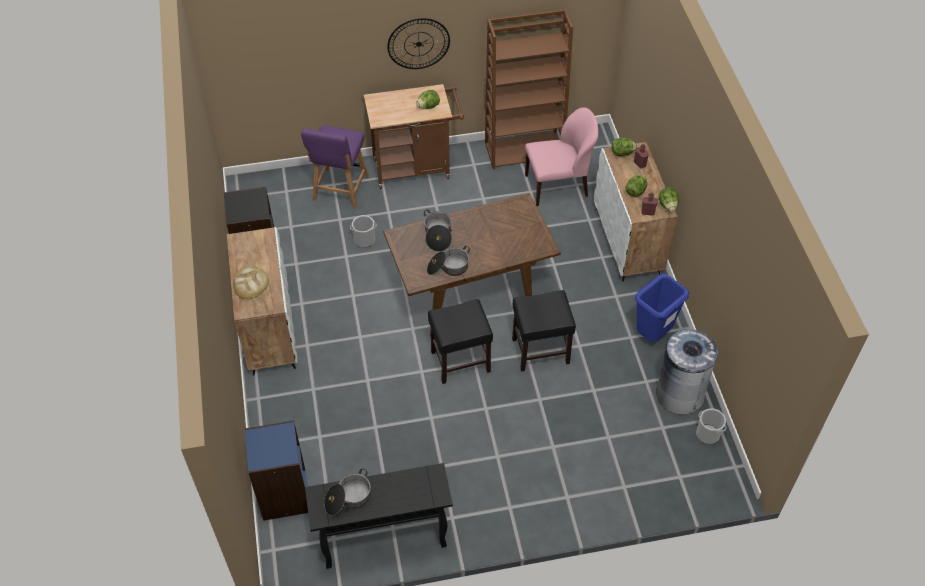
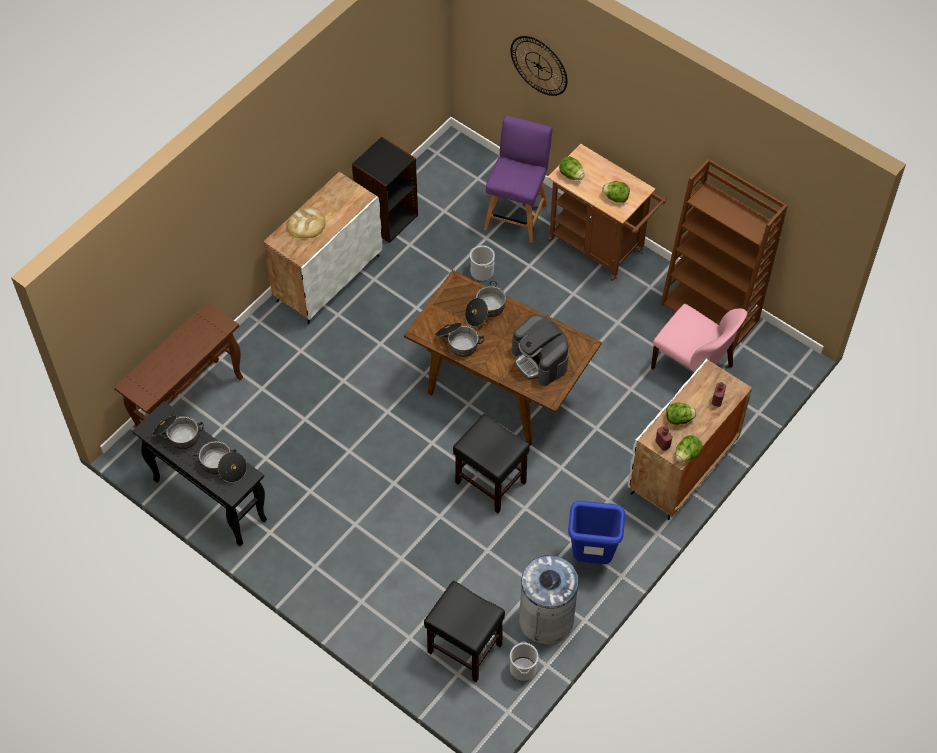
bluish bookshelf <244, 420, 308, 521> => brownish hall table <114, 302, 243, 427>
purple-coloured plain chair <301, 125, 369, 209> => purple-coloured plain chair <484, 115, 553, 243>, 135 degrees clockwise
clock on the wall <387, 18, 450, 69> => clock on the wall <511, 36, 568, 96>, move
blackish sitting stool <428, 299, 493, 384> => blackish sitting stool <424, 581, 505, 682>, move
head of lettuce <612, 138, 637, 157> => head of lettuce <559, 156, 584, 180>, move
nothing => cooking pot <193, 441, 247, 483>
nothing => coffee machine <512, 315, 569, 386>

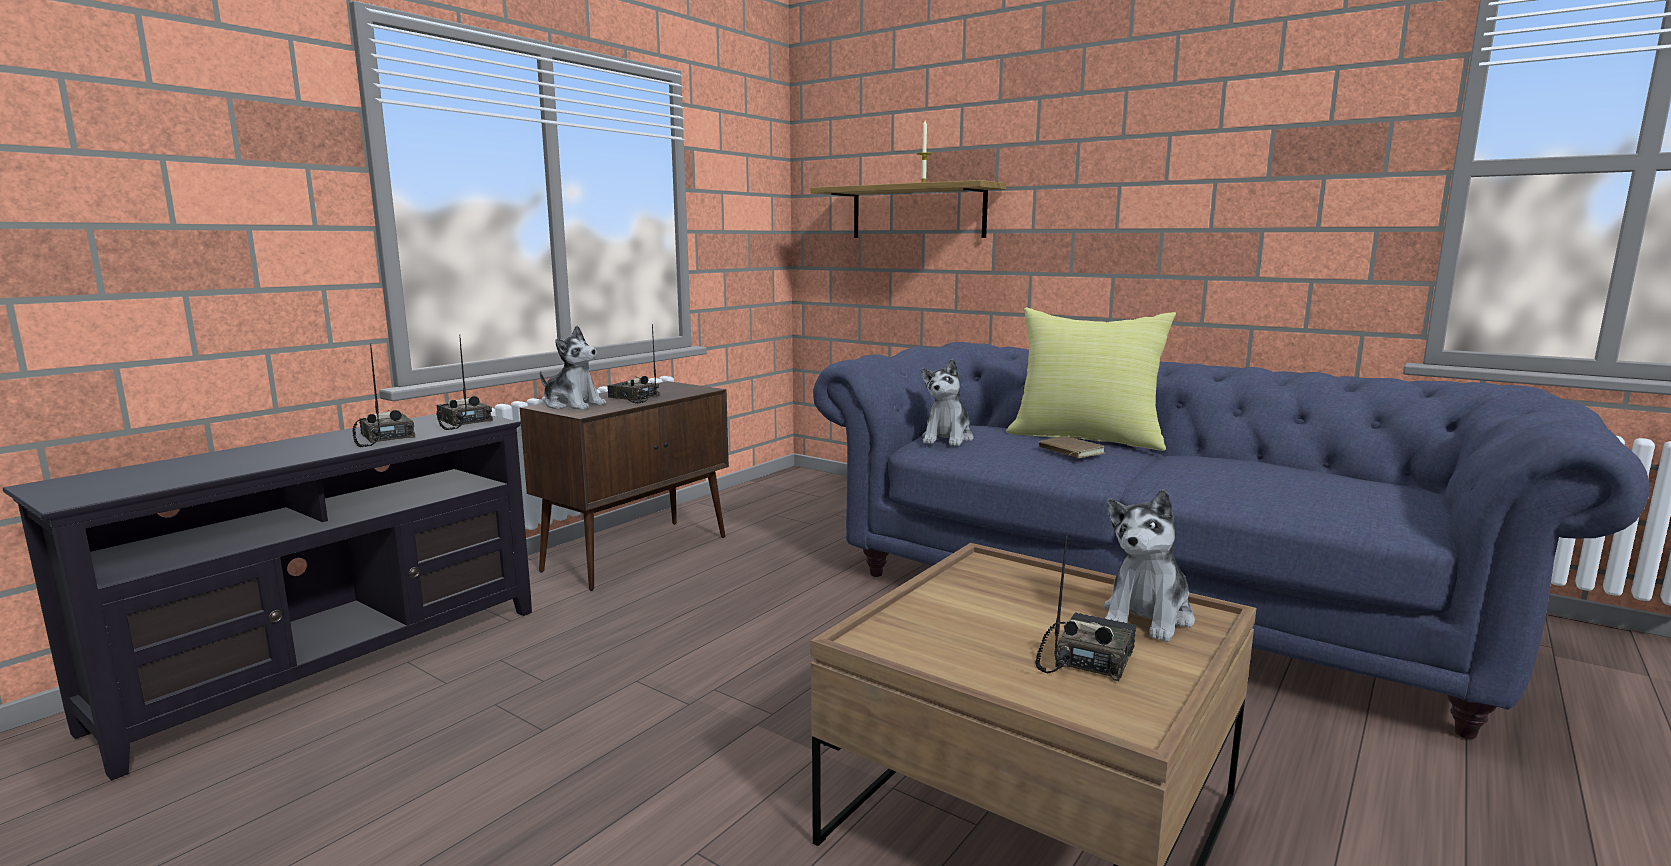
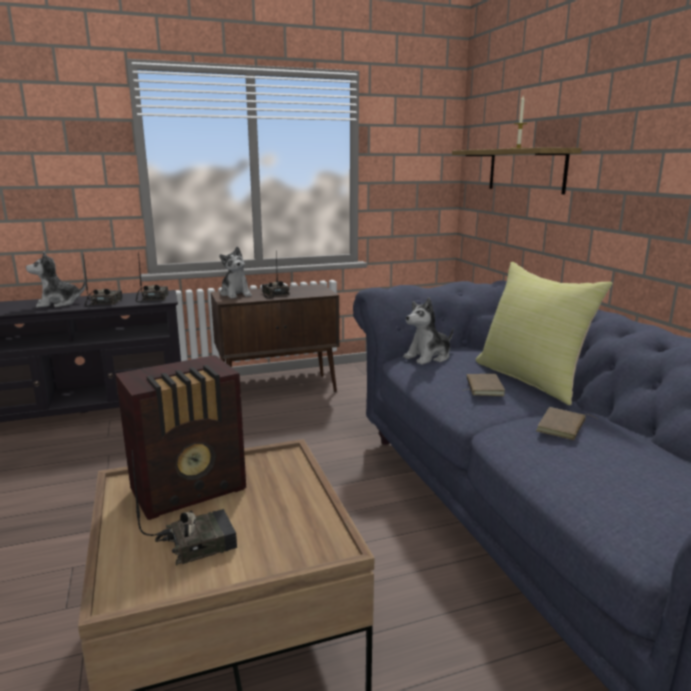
cuddly toy <1104, 489, 1195, 642> => cuddly toy <26, 251, 86, 308>, move
nothing => radio <115, 355, 246, 520>
nothing => brownish volume <536, 407, 597, 440>

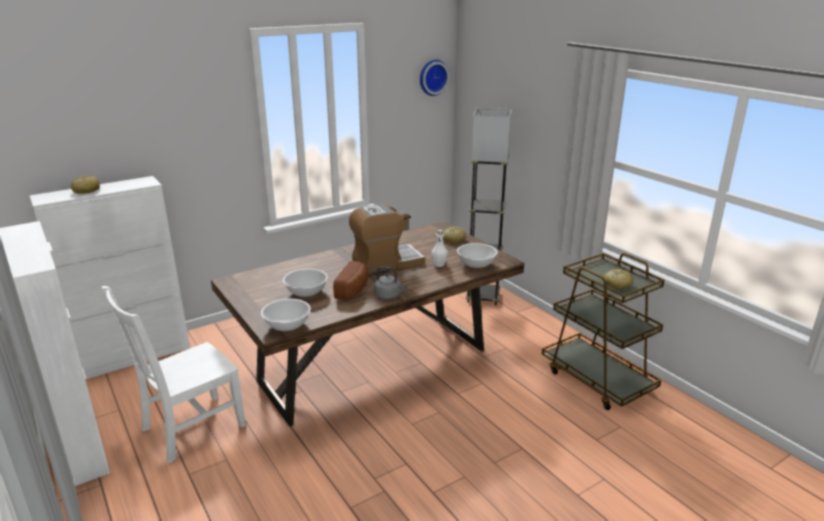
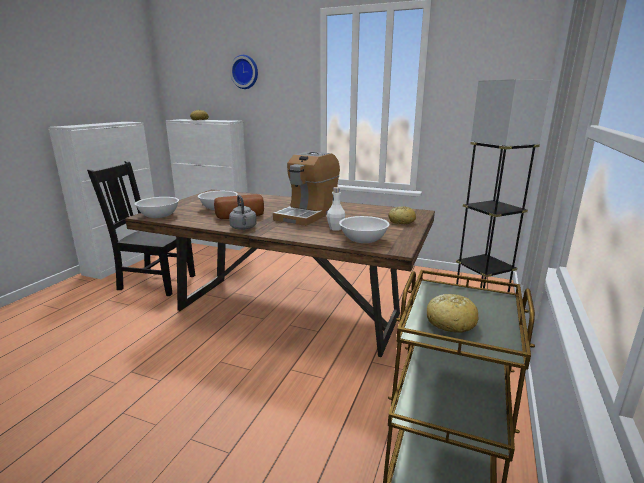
whitish plain chair <102, 286, 246, 463> => blackish plain chair <87, 161, 195, 296>
coffee machine <349, 204, 425, 275> => coffee machine <273, 152, 340, 226>, 90 degrees clockwise
clock on the wall <420, 60, 450, 96> => clock on the wall <230, 55, 258, 89>, move

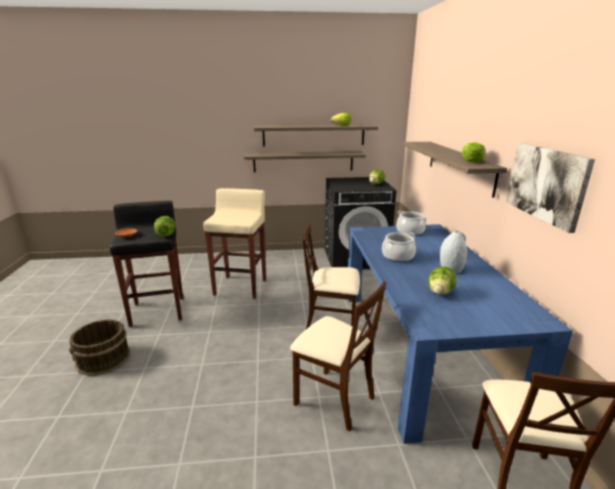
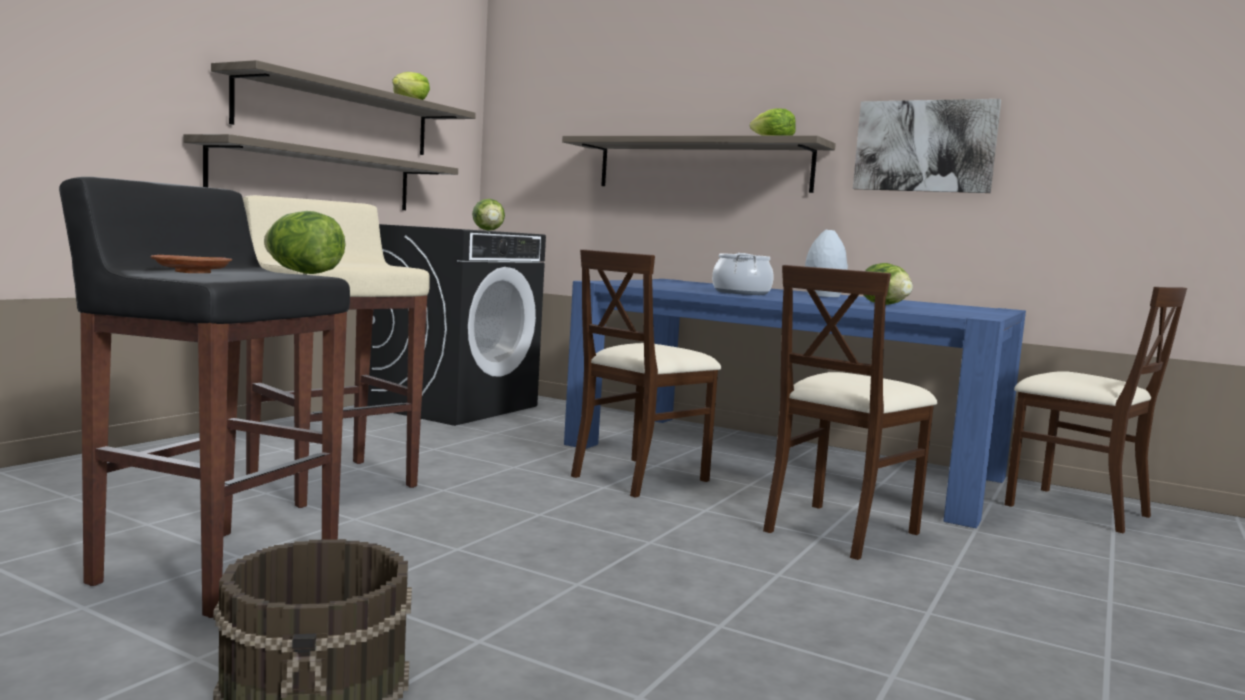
sand-coloured plain chair <290, 281, 386, 431> => sand-coloured plain chair <763, 265, 938, 560>, 150 degrees clockwise
cooking pot <396, 211, 427, 236> => nothing

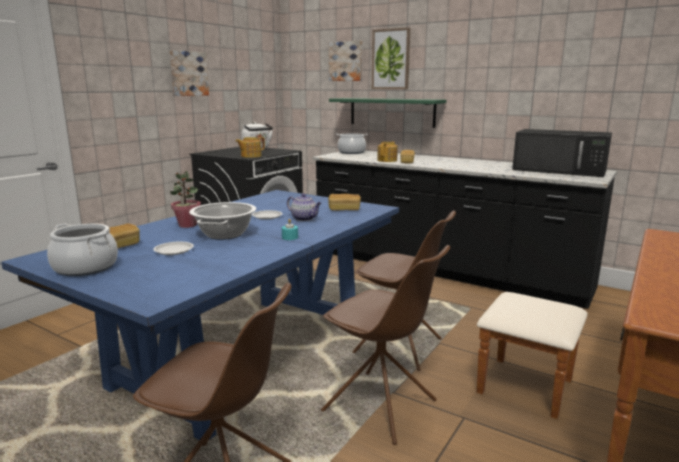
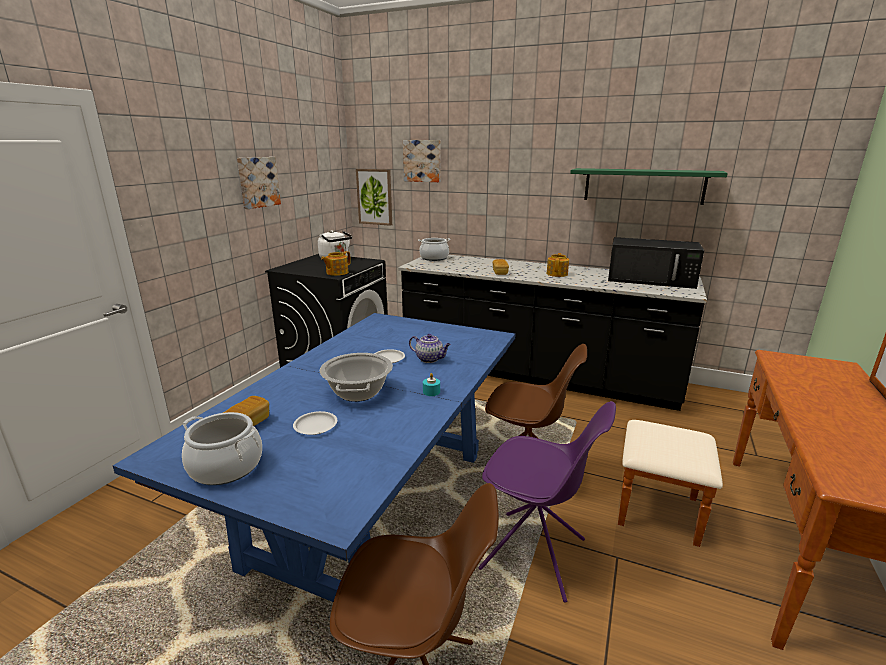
plant in a pot <170, 171, 201, 228> => nothing
brownish plain chair <321, 245, 450, 445> => purple-coloured plain chair <478, 401, 616, 603>
baked bread <328, 194, 361, 211> => nothing
greenish bracket shelf <329, 98, 446, 128> => greenish bracket shelf <570, 168, 728, 205>, move
picture <372, 27, 410, 89> => picture <356, 169, 392, 226>, move
tea pot <377, 141, 398, 162> => tea pot <547, 253, 569, 277>, move

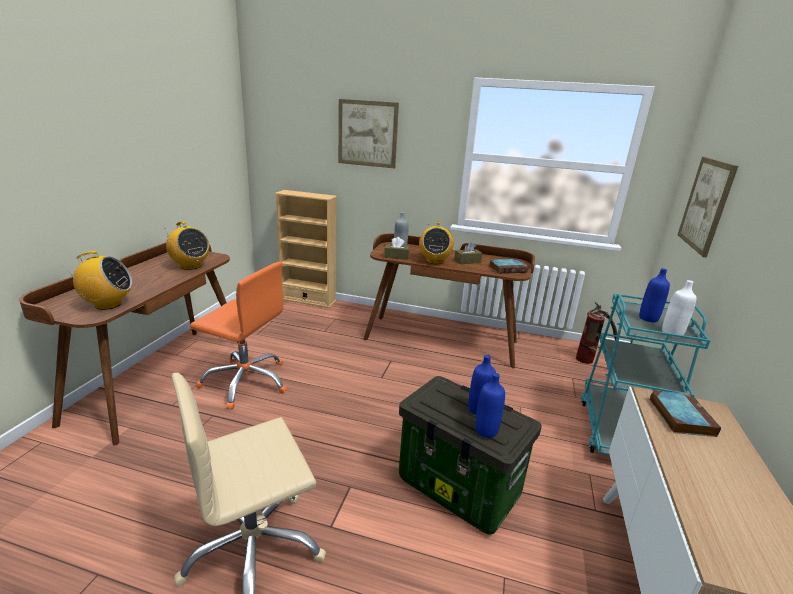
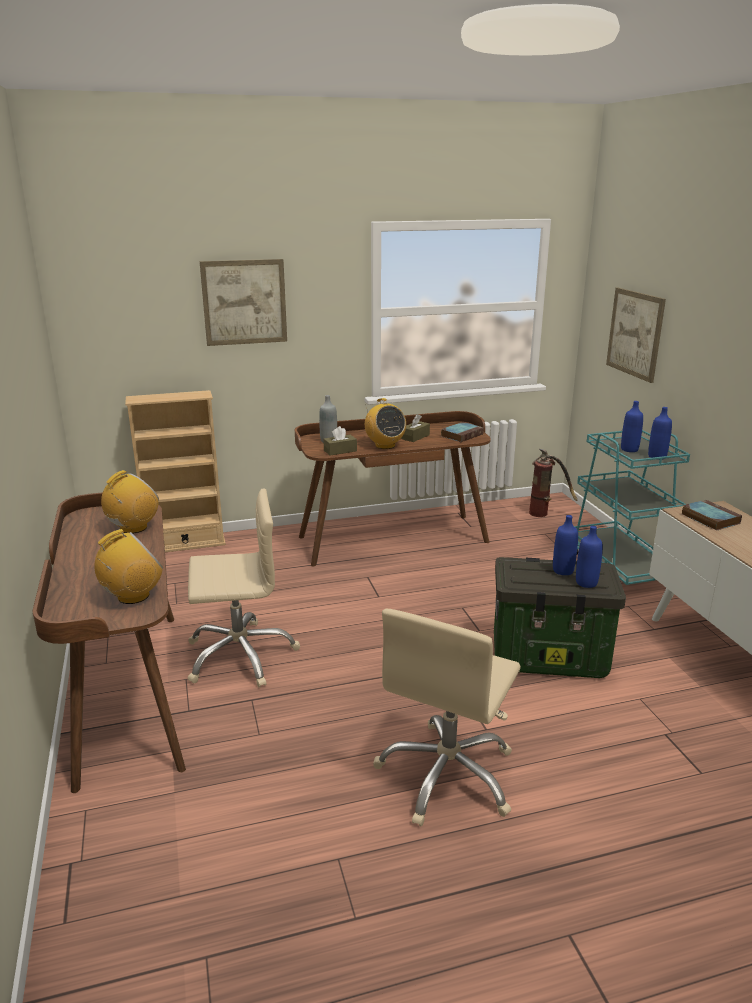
radio <164, 222, 209, 270> => radio <101, 470, 159, 534>, 60 degrees counterclockwise
orange office chair <190, 261, 287, 409> => sand-coloured office chair <188, 488, 300, 687>
whitish beverage bottle <662, 280, 696, 338> => bluish beverage bottle <648, 407, 672, 460>

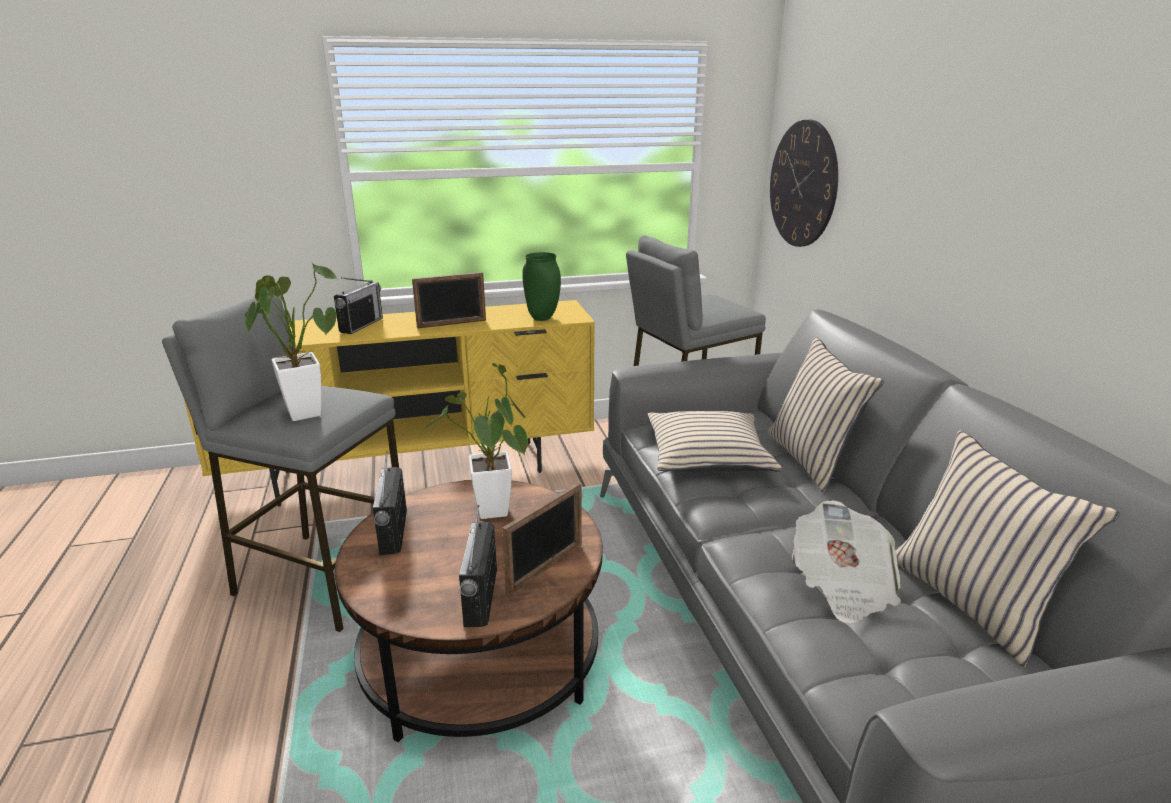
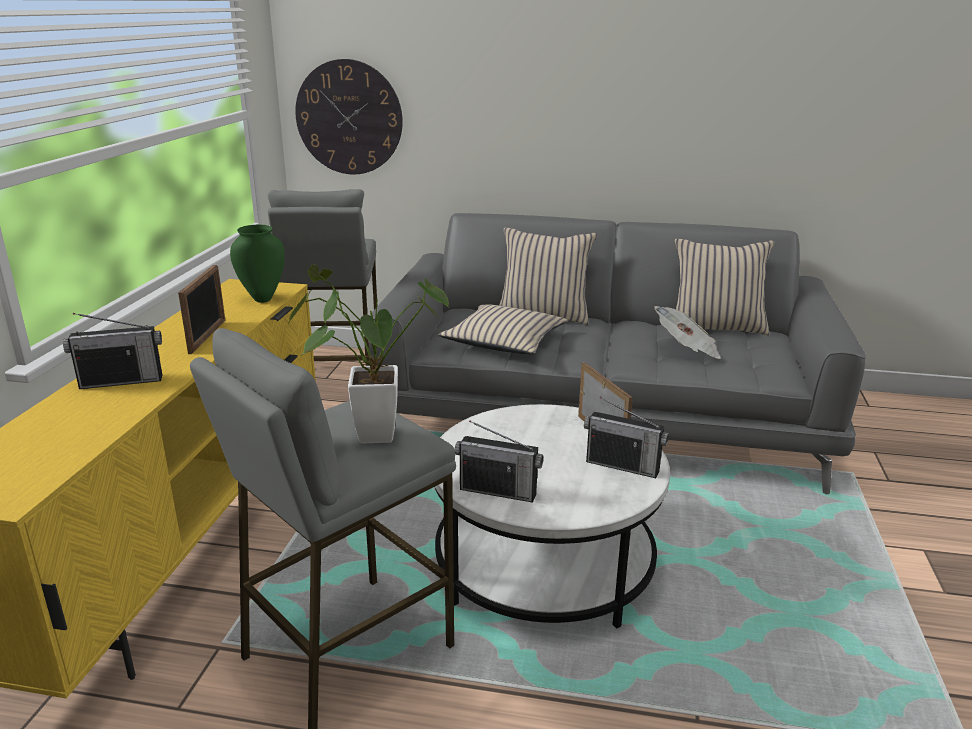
radio <334, 277, 383, 334> => radio <63, 313, 162, 389>, 120 degrees clockwise
brownish coffee table <335, 480, 603, 742> => whitish coffee table <435, 404, 670, 628>
plant in a pot <421, 363, 528, 519> => nothing

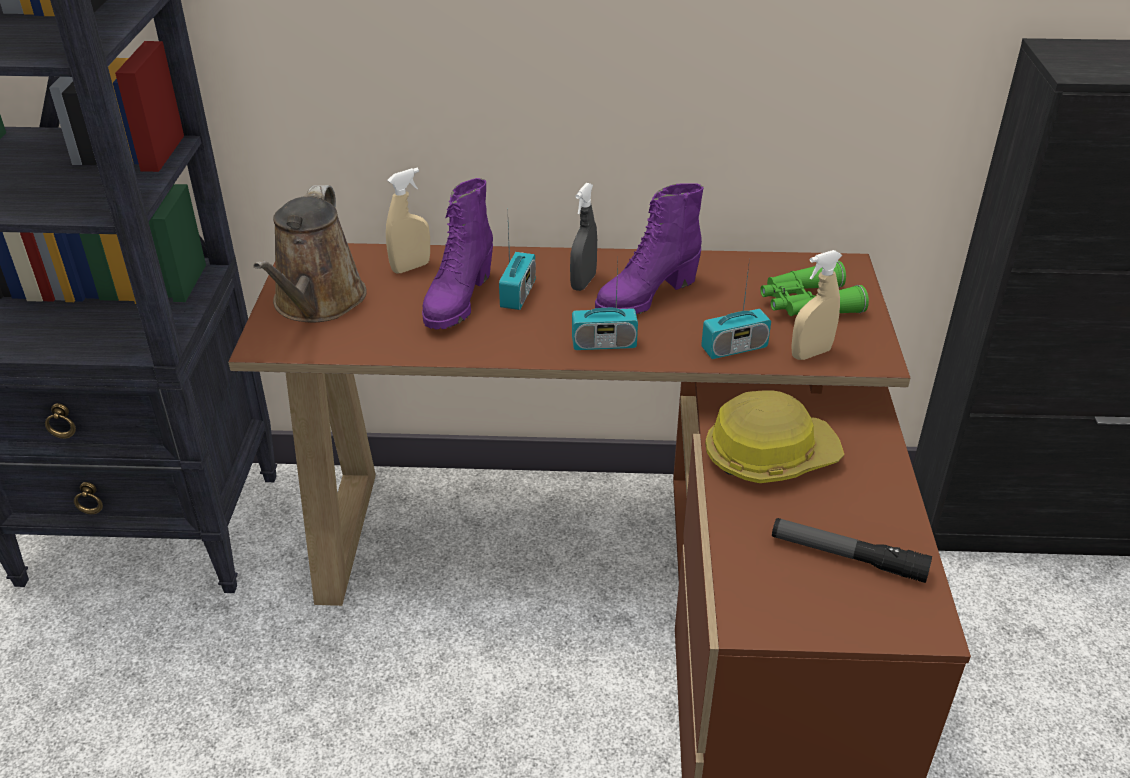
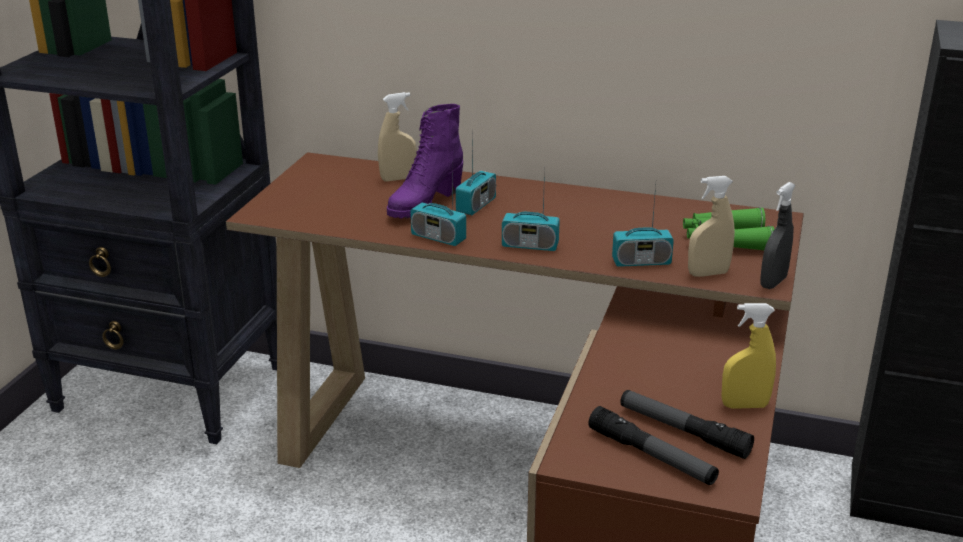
brownish watering pot <253, 185, 367, 322> => nothing
grey hand sprayer <570, 183, 597, 291> => grey hand sprayer <760, 182, 795, 289>, move
purple-coloured high-top boot <595, 183, 704, 314> => nothing
hard hat <705, 390, 844, 483> => nothing
nothing => radio <410, 166, 466, 246>
nothing => hand torch <588, 406, 719, 485>
nothing => yellow-coloured hand sprayer <721, 303, 776, 409>

